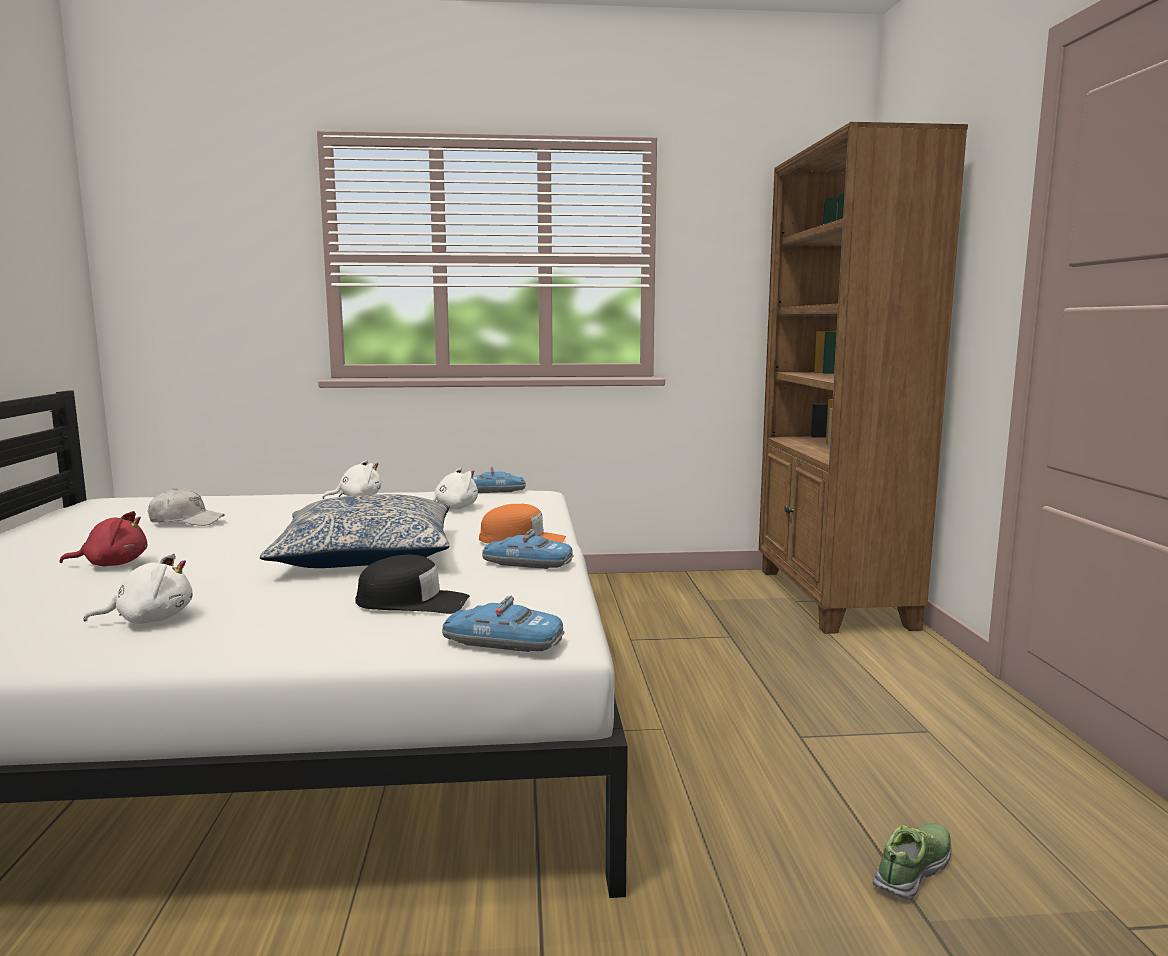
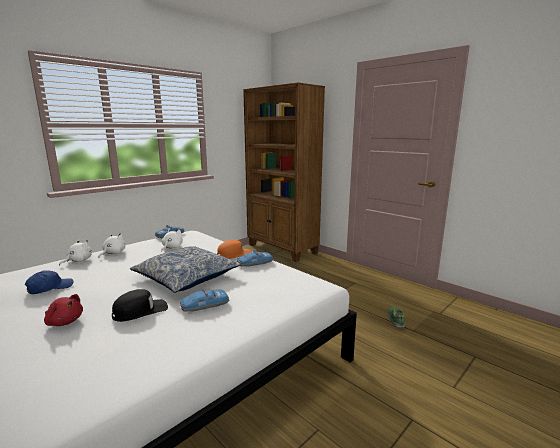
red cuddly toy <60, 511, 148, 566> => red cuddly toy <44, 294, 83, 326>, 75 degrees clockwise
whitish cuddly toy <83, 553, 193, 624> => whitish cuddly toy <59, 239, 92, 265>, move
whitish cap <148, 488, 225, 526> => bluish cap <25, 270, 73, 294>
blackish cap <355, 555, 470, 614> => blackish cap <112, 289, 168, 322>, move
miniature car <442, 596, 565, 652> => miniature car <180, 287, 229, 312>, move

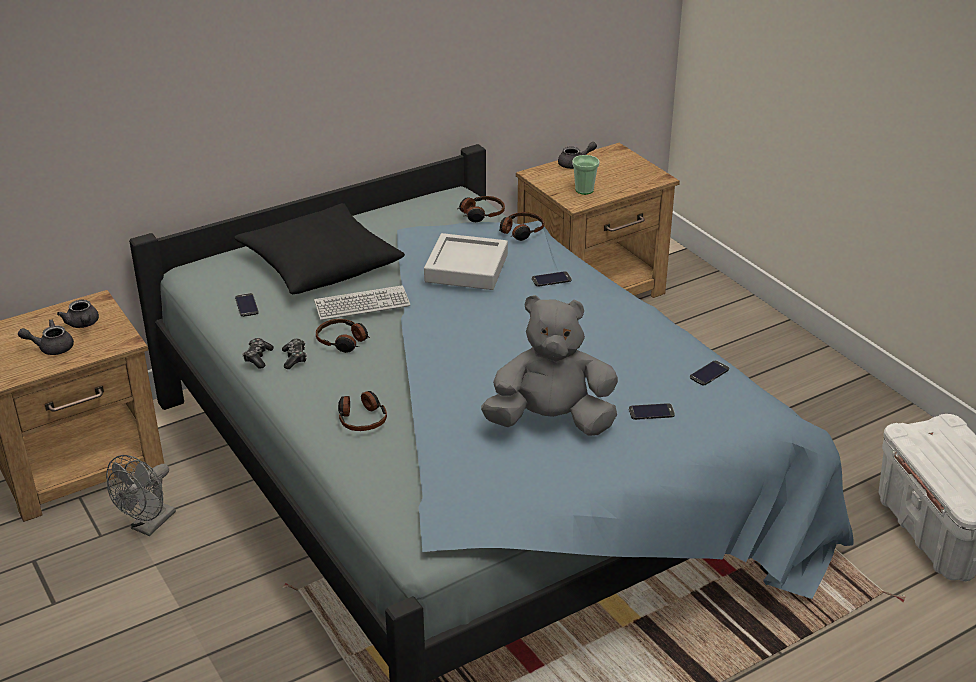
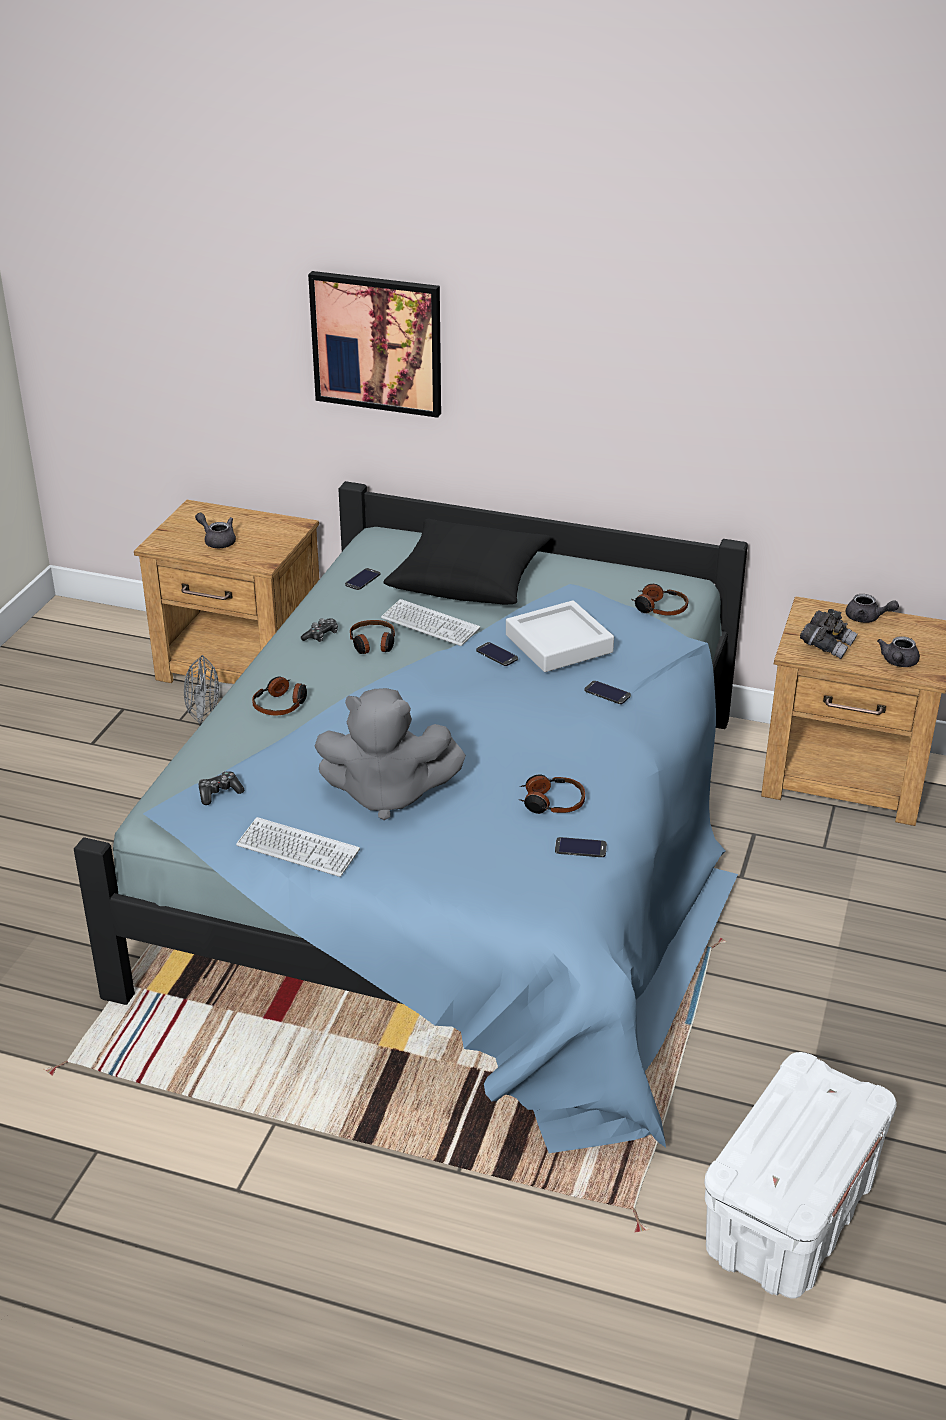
grey tea pot <57, 300, 99, 328> => grey tea pot <877, 636, 920, 667>, move
gamepad <243, 338, 274, 369> => gamepad <199, 771, 244, 805>, move
grey cuddly toy <481, 295, 618, 436> => grey cuddly toy <314, 688, 466, 820>, 135 degrees clockwise
headset <499, 212, 544, 241> => headset <519, 775, 585, 814>, move
small cup <572, 155, 600, 195> => grey binoculars <800, 609, 858, 659>
handset <629, 403, 675, 420> => handset <476, 642, 518, 666>, move
nothing => keyboard <236, 817, 360, 877>
nothing => picture <308, 271, 441, 418>

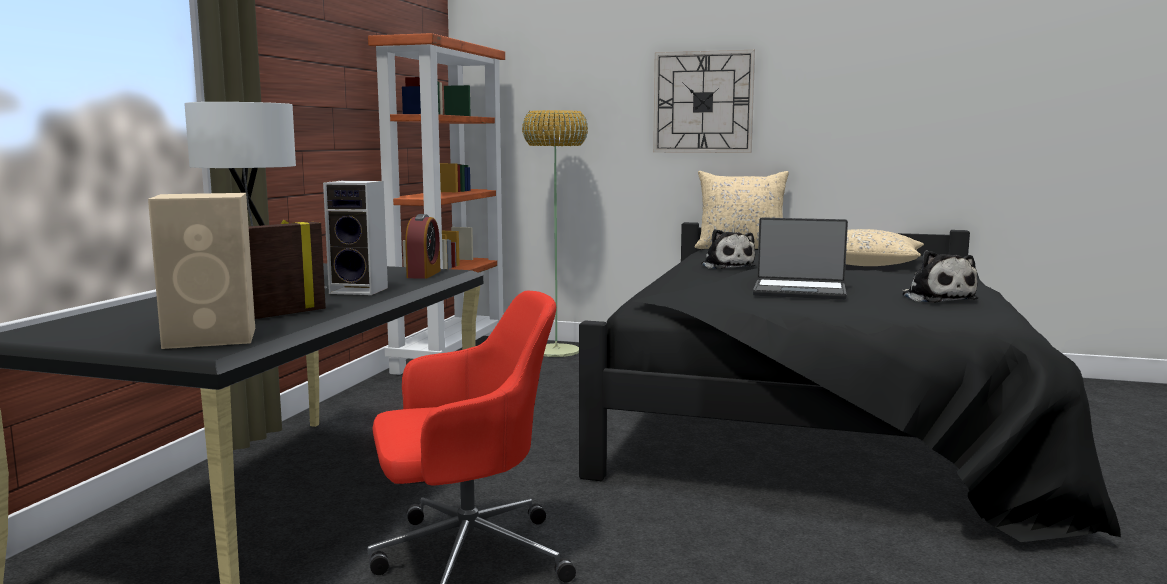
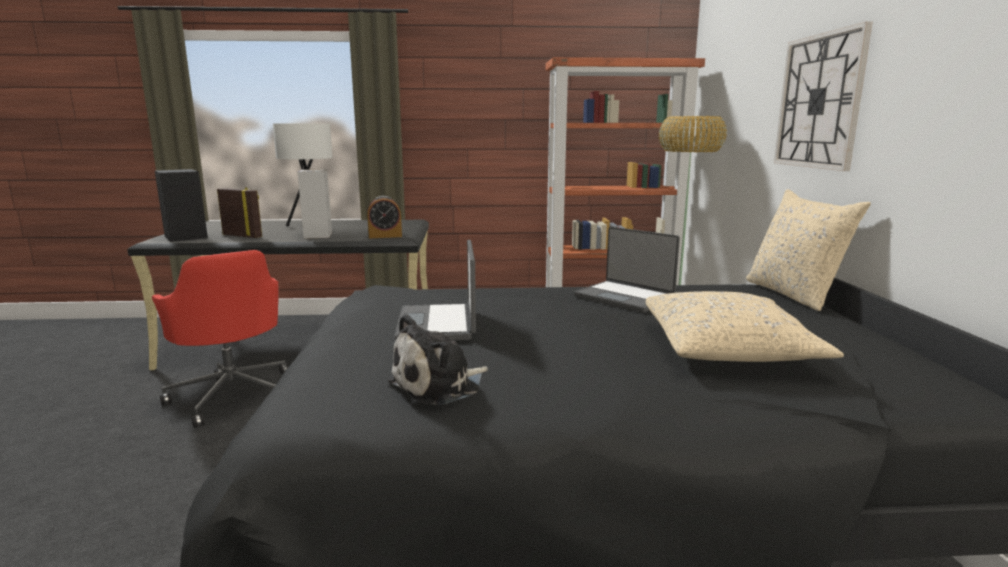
sand-coloured loudspeaker <148, 193, 255, 349> => blackish loudspeaker <155, 169, 208, 242>
cuddly toy <701, 229, 756, 269> => notebook computer <574, 227, 680, 313>

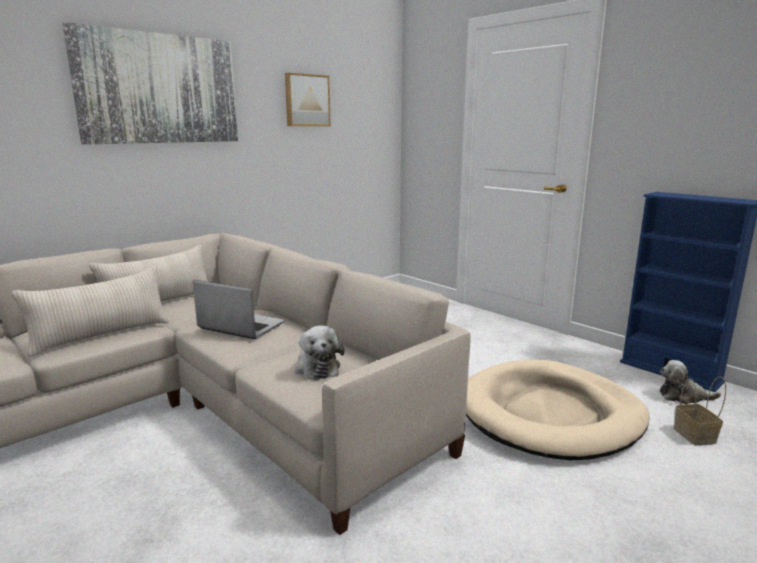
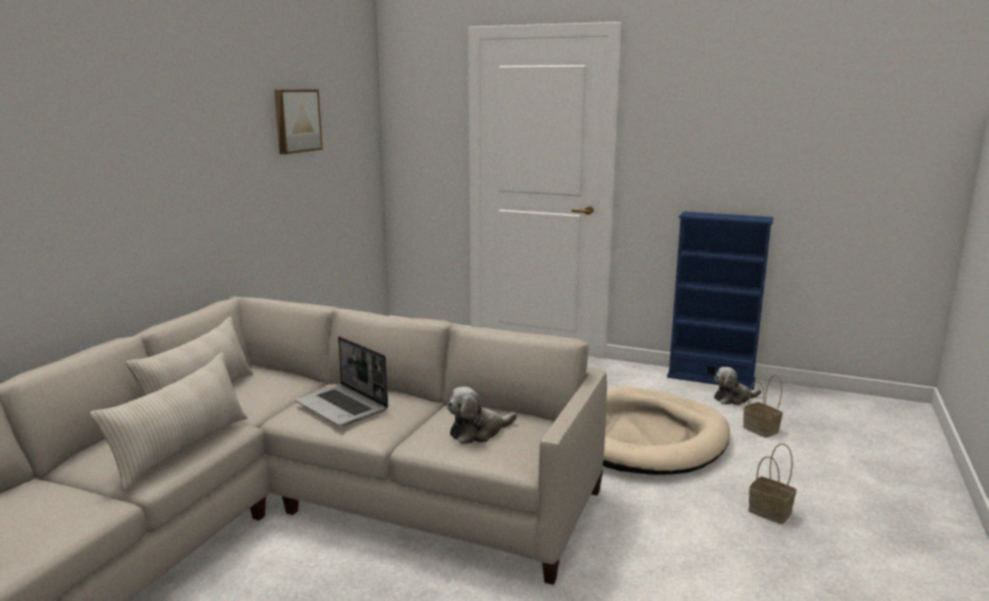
picture <62, 22, 238, 145> => nothing
notebook computer <193, 280, 285, 339> => notebook computer <295, 336, 388, 426>, 135 degrees counterclockwise
cuddly toy <295, 326, 344, 380> => cuddly toy <447, 387, 517, 444>, 105 degrees clockwise
nothing => basket <749, 443, 796, 524>

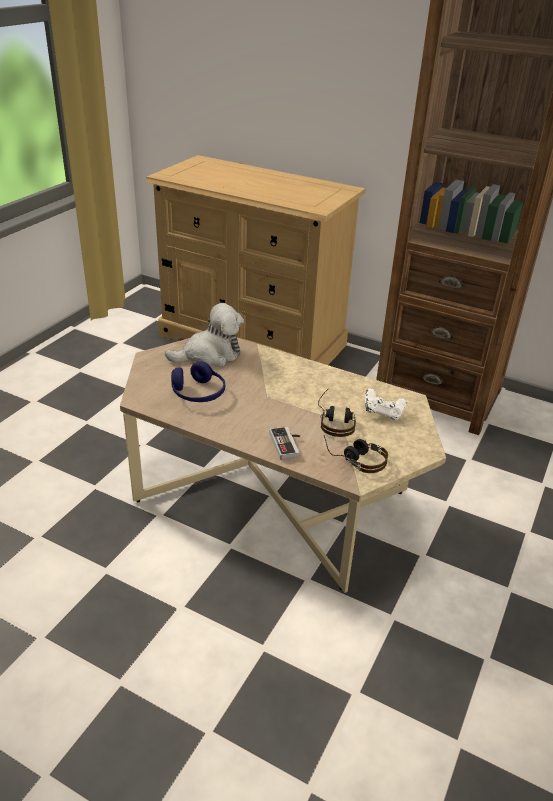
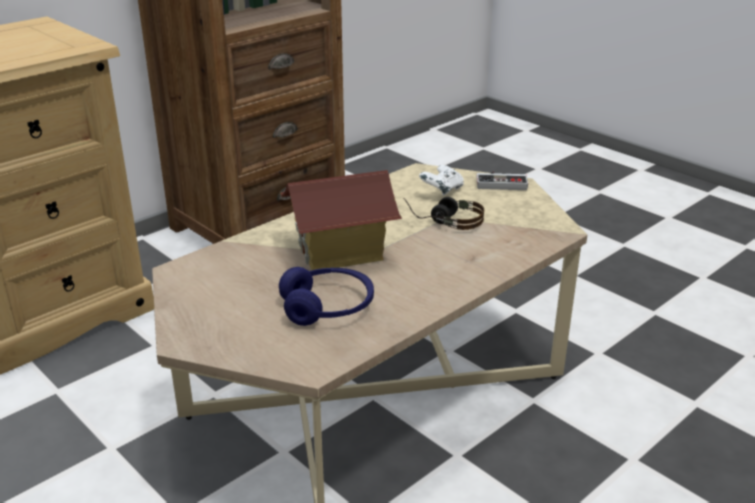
cuddly toy <165, 303, 244, 367> => nothing
gamepad <270, 426, 300, 460> => gamepad <477, 171, 528, 190>, move
headset <324, 435, 388, 473> => nothing
nothing => toy house <280, 170, 402, 270>

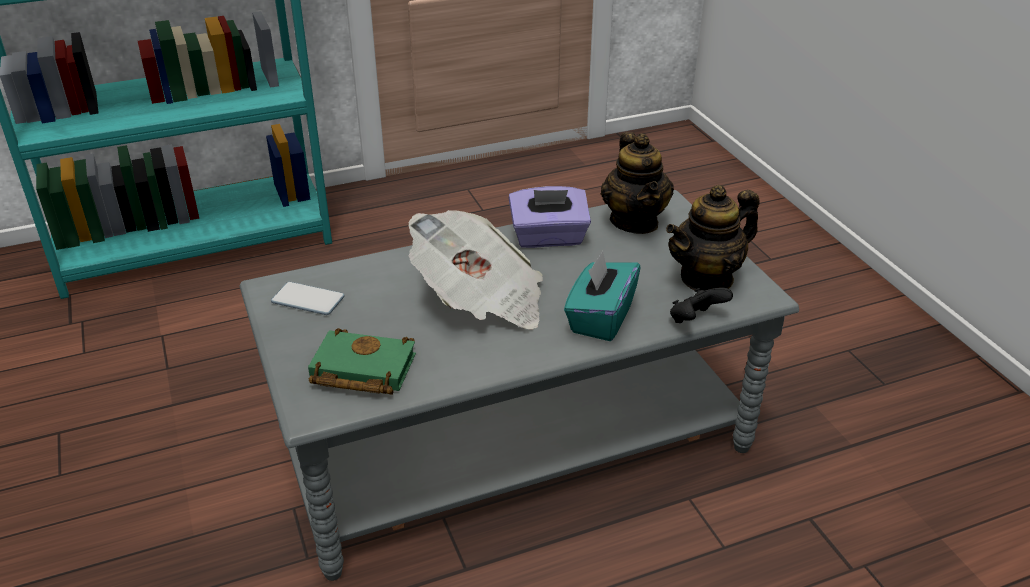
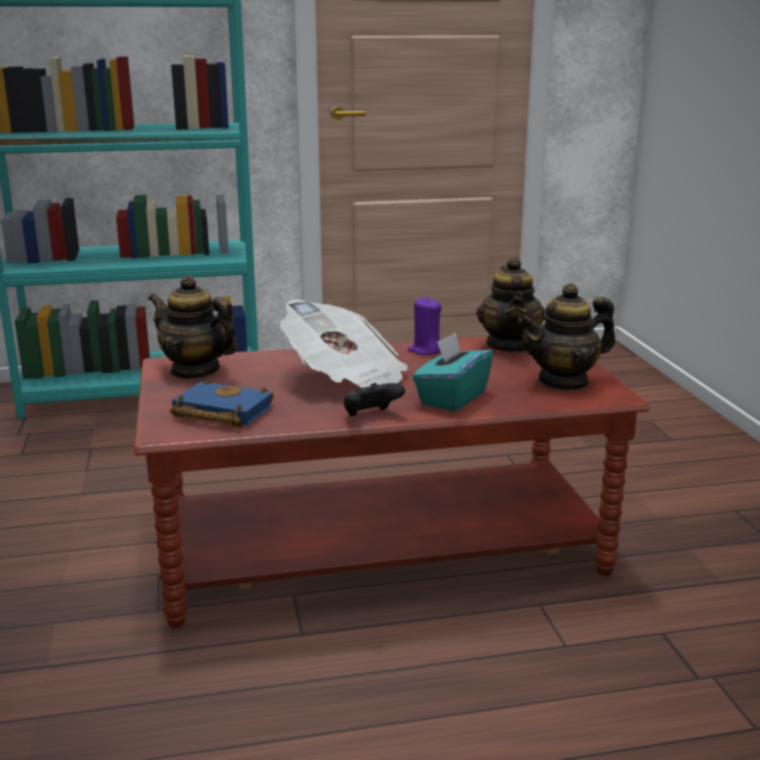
grey coffee table <240, 190, 799, 581> => brownish coffee table <134, 335, 649, 628>
handset <271, 282, 345, 315> => tea pot <148, 275, 238, 379>
greenish volume <308, 328, 416, 395> => bluish volume <170, 379, 274, 427>
purple-coloured tissue box <509, 186, 591, 248> => purple-coloured wax light <408, 297, 442, 355>
blackish gamepad <670, 287, 733, 323> => blackish gamepad <344, 383, 405, 416>, move

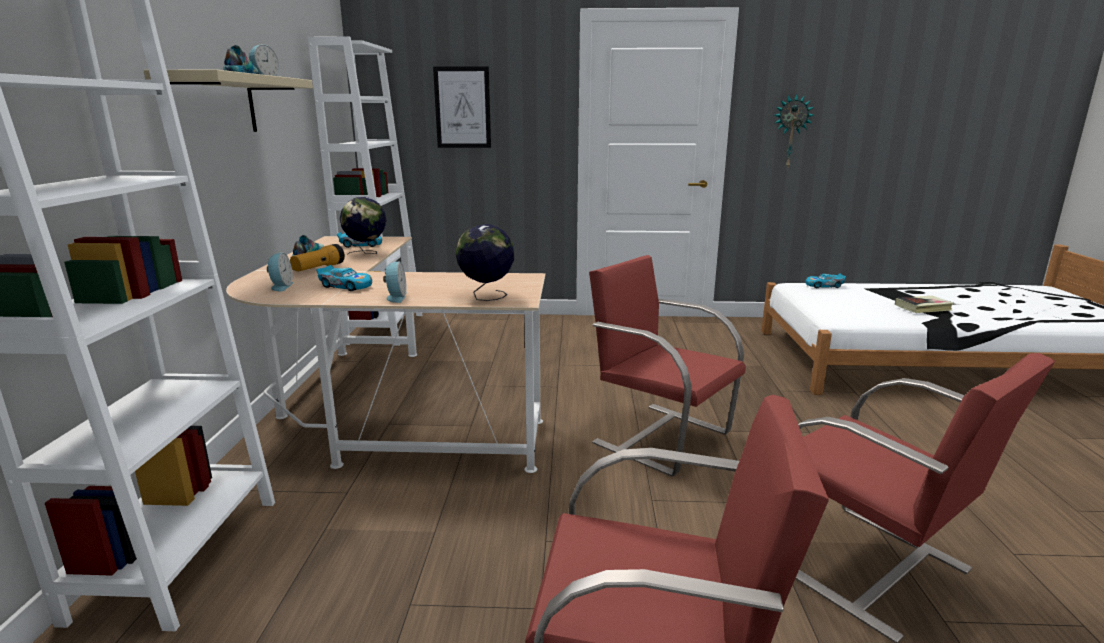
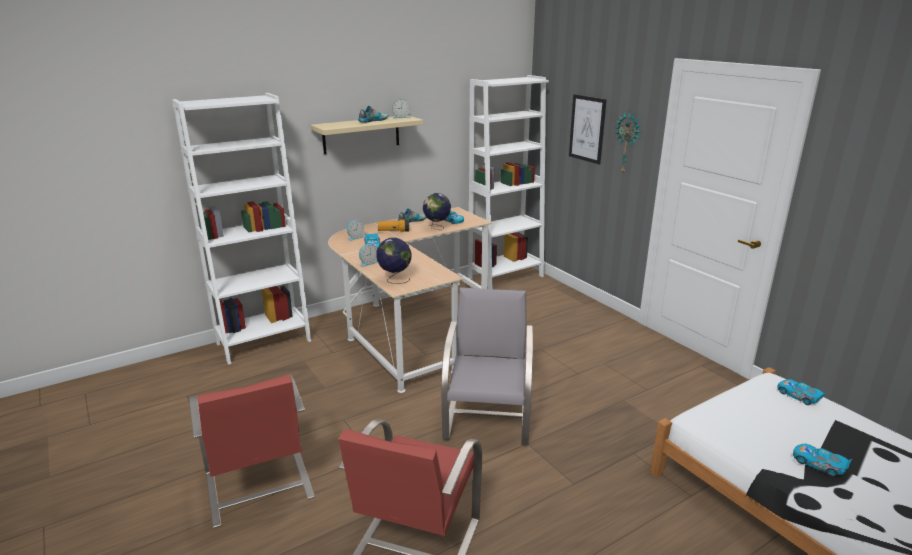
red plain chair <589, 255, 746, 476> => grey plain chair <441, 287, 533, 446>
clock on the wall <774, 94, 814, 169> => clock on the wall <615, 112, 641, 175>, move
volume <895, 296, 954, 313> => miniature car <793, 444, 852, 477>

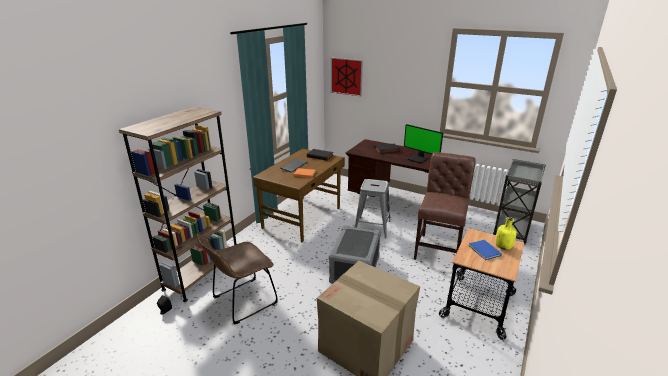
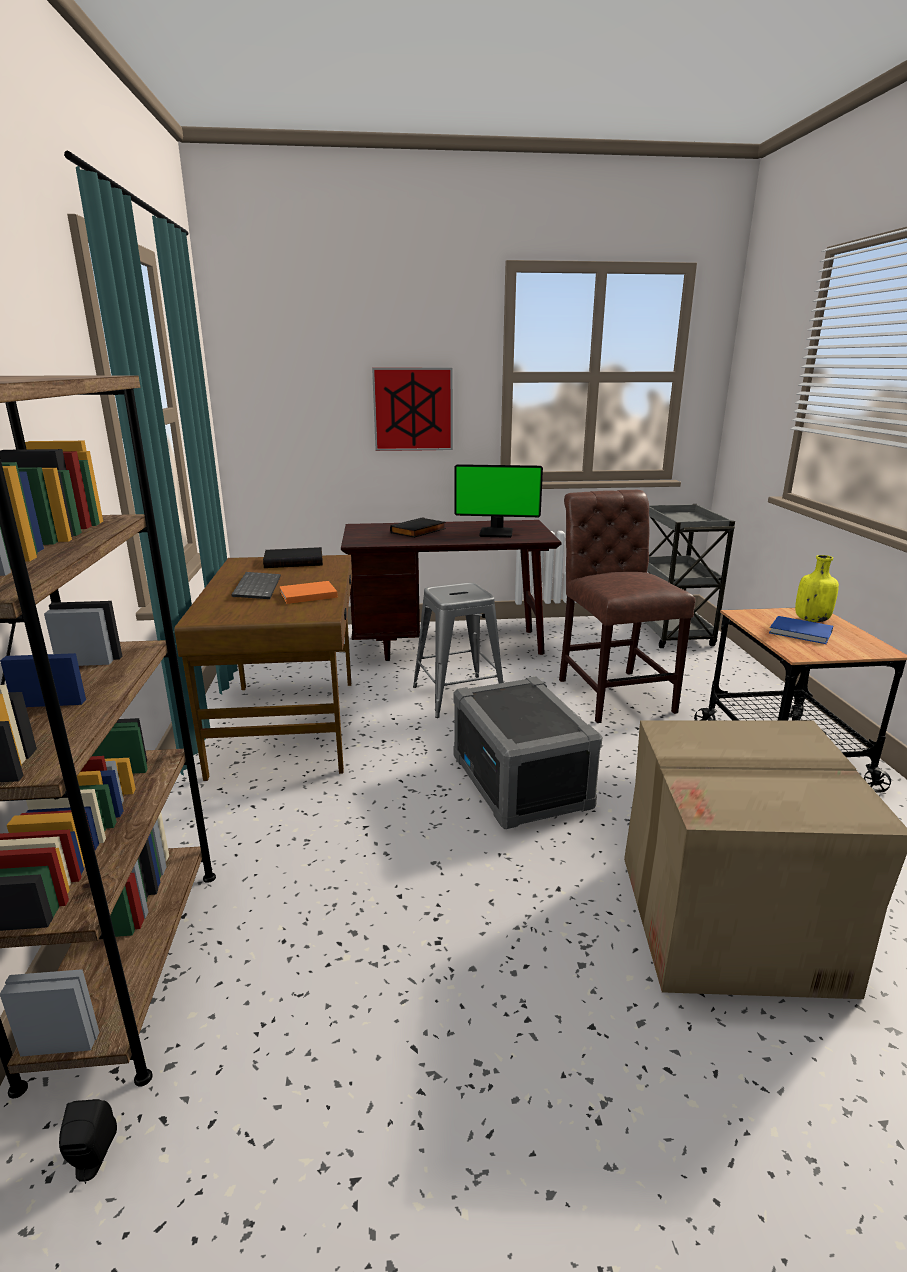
brownish plain chair <196, 234, 278, 325> => nothing
picture <331, 57, 363, 96> => picture <372, 368, 453, 451>, move

